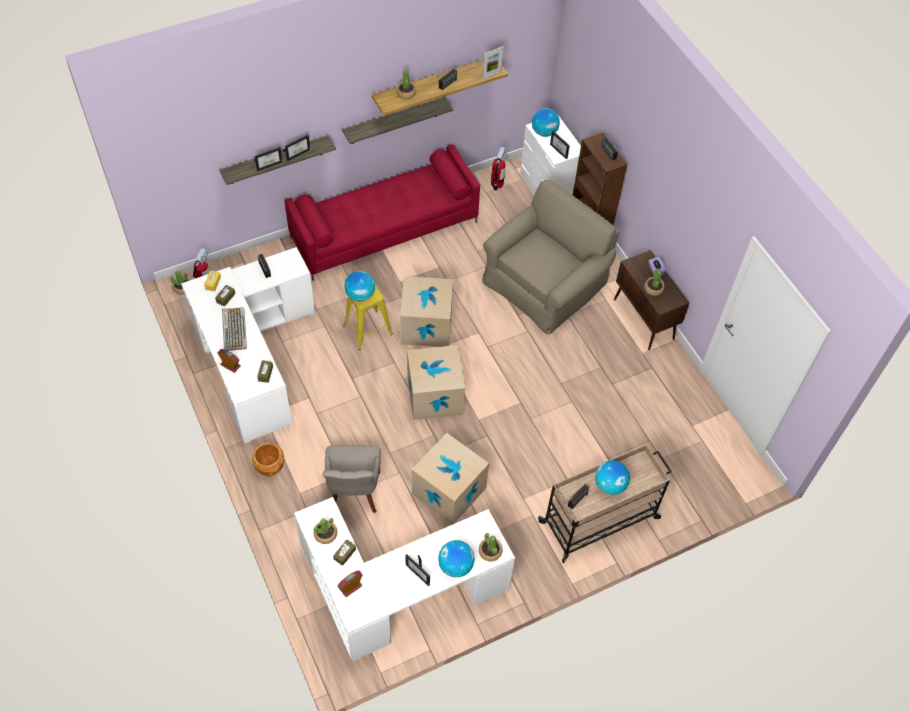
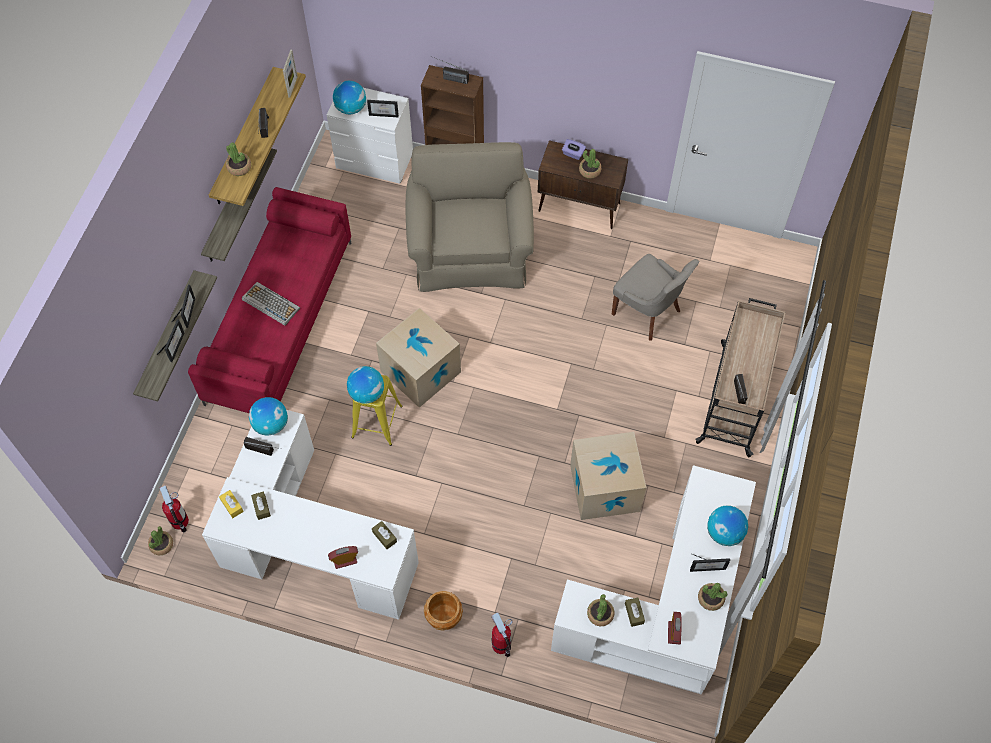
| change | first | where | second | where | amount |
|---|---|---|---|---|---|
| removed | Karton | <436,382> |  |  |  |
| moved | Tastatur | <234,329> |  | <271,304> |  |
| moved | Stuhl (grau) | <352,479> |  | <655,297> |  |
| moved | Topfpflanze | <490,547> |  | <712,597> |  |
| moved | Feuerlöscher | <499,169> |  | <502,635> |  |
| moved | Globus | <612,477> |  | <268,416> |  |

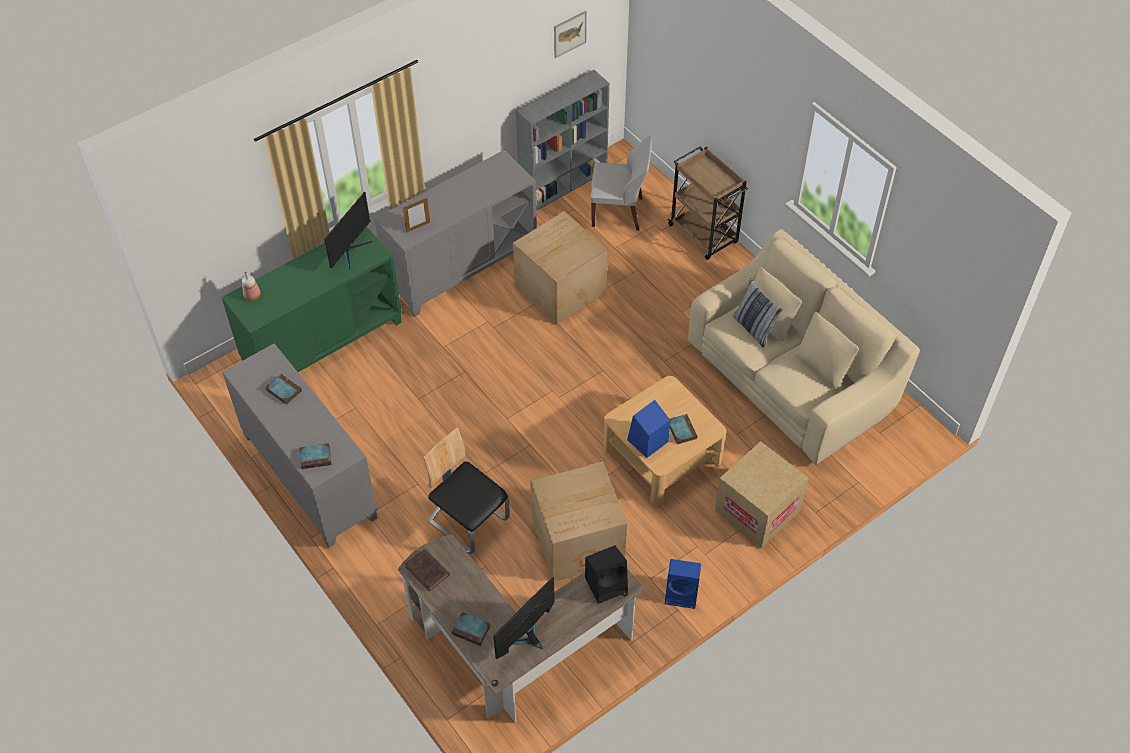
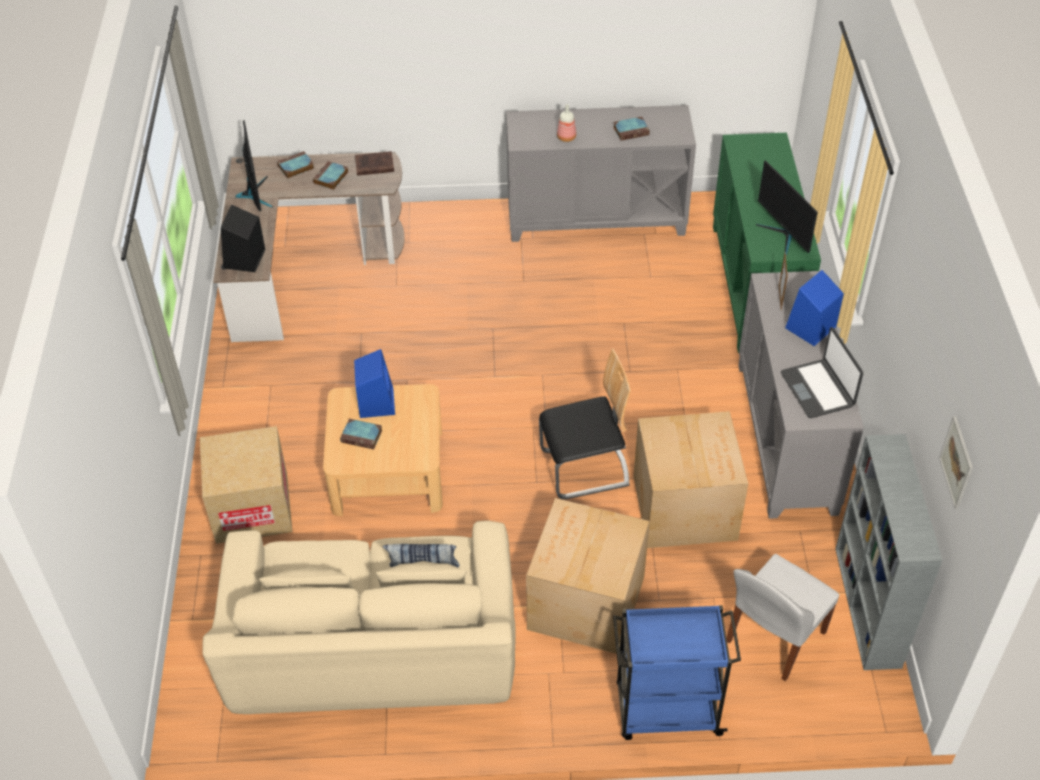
| change | first | where | second | where | amount |
|---|---|---|---|---|---|
| added |  |  | Laptop | <822,372> |  |
| moved | Flasche | <251,286> |  | <566,123> |  |
| moved | Buch | <315,456> |  | <330,175> |  |
| moved | Stuhl | <466,491> |  | <585,424> |  |
| moved | Karton | <578,522> |  | <588,576> |  |
| moved | Lautsprecher (blau) | <683,584> |  | <814,308> |  |
| recoloured | Rollwagen (braun) | <707,203> | Rollwagen (blau) | <677,672> |  |

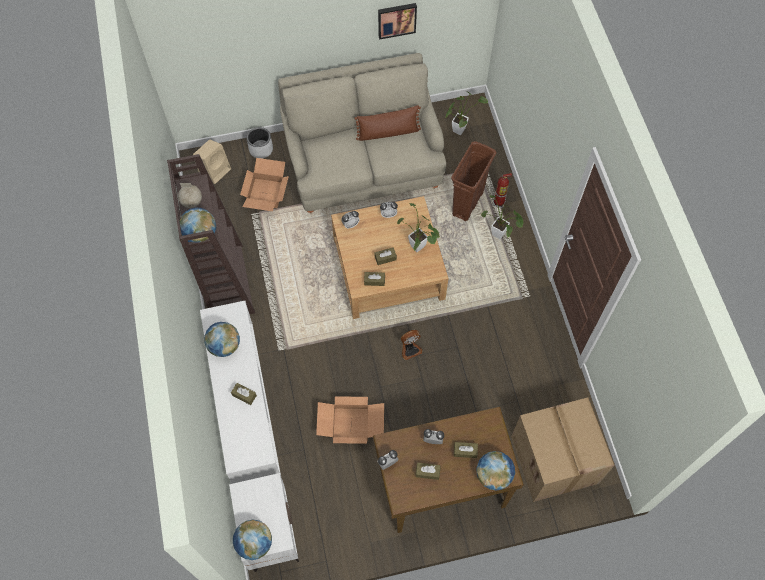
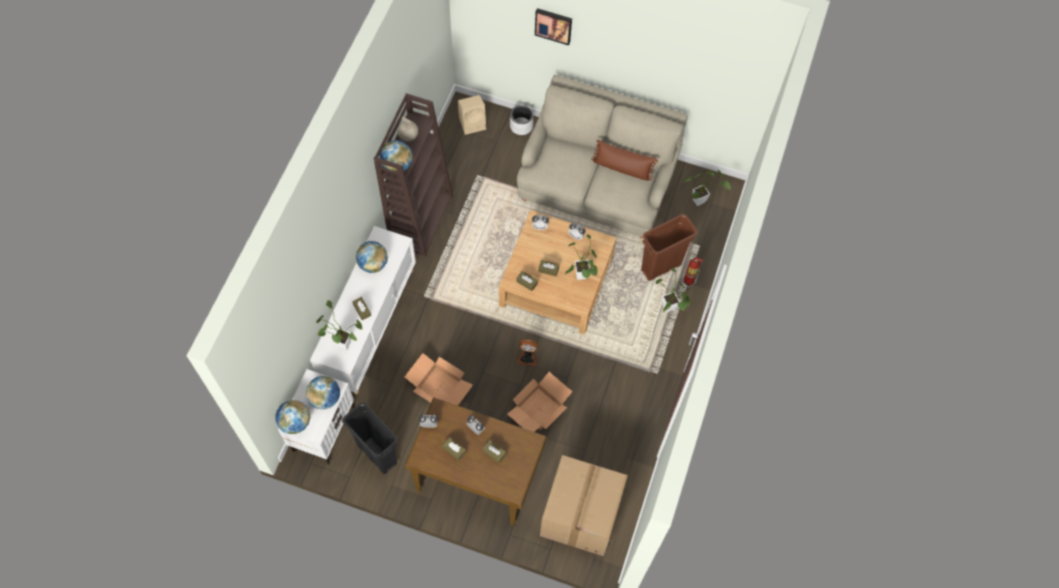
| change | first | where | second | where | amount |
|---|---|---|---|---|---|
| added |  |  | Topfpflanze | <339,325> |  |
| added |  |  | Mülleimer (schwarz) | <370,438> |  |
| moved | Karton | <264,184> |  | <539,402> |  |
| moved | Bild | <397,21> |  | <553,26> |  |
| moved | Globus | <496,470> |  | <323,392> |  |

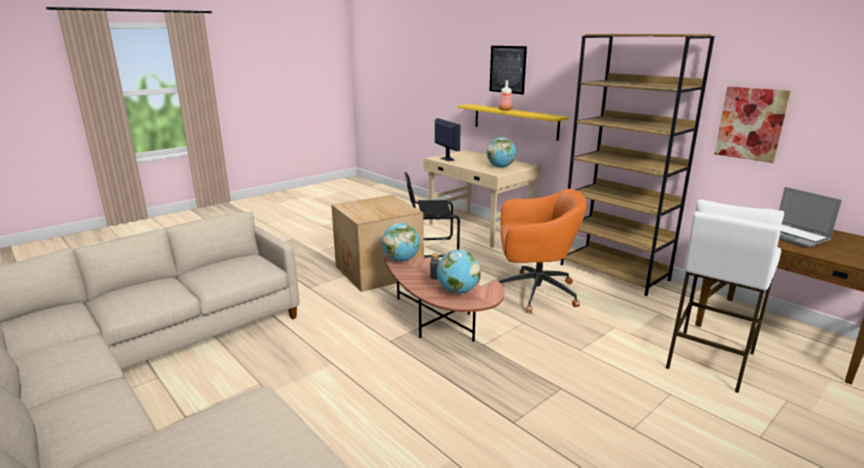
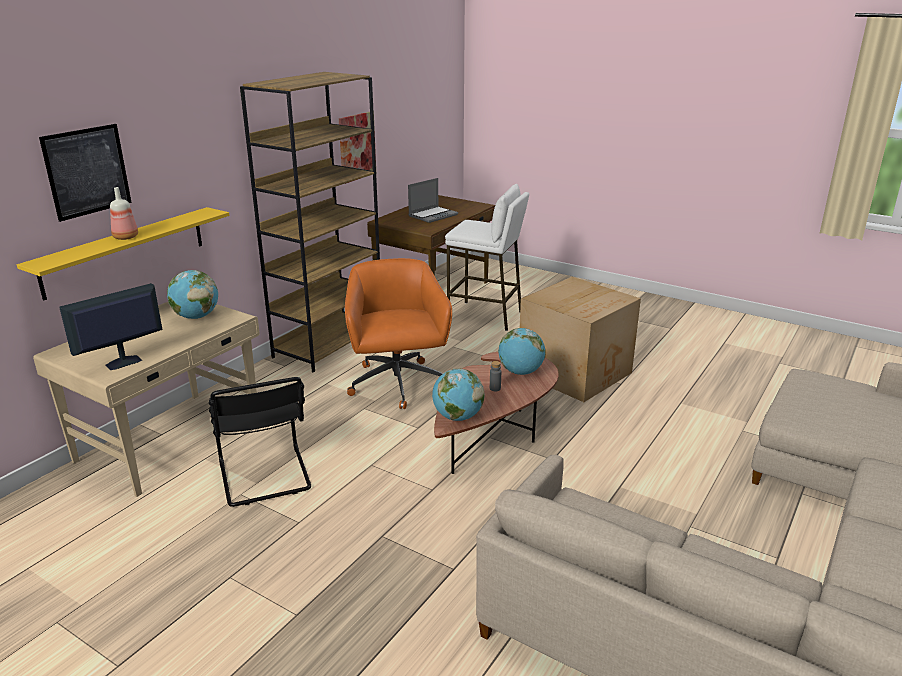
| change | first | where | second | where | amount |
|---|---|---|---|---|---|
| moved | Karton | <377,243> |  | <580,339> |  |

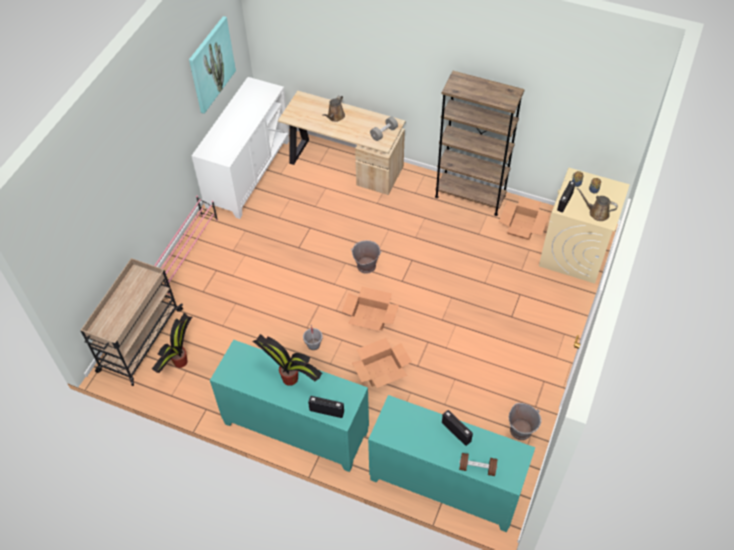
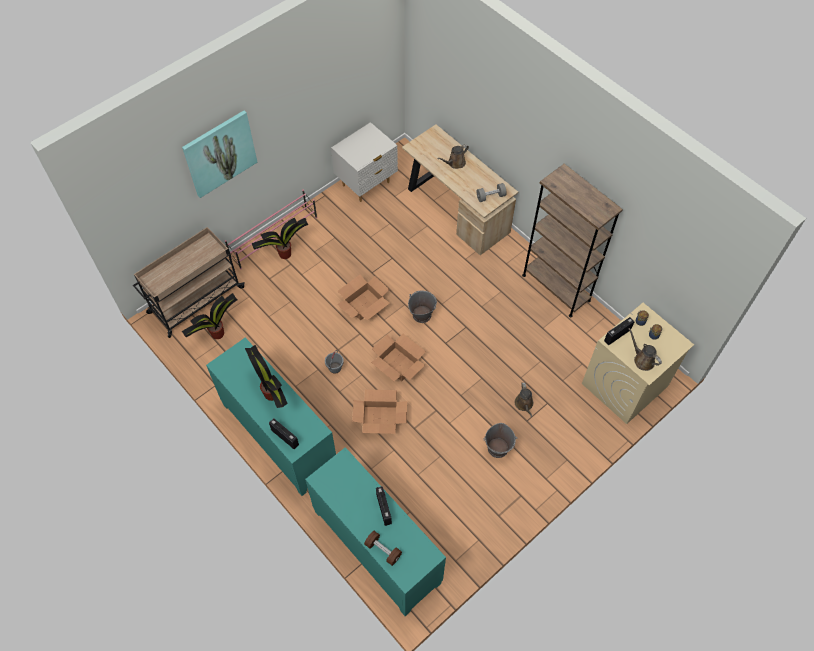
| change | first | where | second | where | amount |
|---|---|---|---|---|---|
| added |  |  | Topfpflanze | <280,238> |  |
| added |  |  | Gießkanne (braun) | <524,399> |  |
| moved | Bild | <212,65> |  | <219,154> |  |
| moved | Karton | <524,218> |  | <364,297> |  |
| moved | Eimer (grau) | <525,421> |  | <500,440> |  |
| replaced | Schrank (weiß) | <240,148> | Nachttisch (weiß) | <364,162> |  |

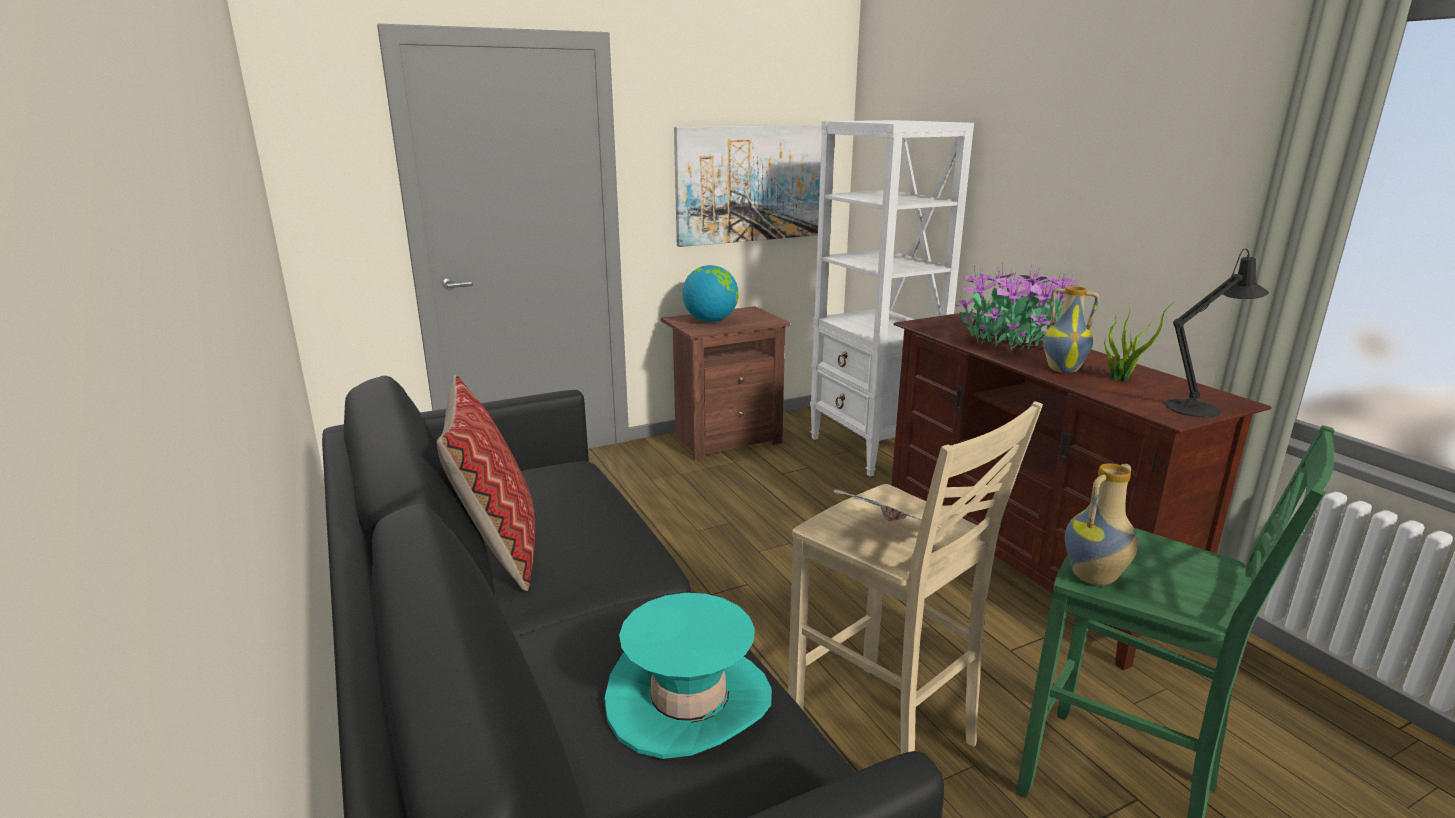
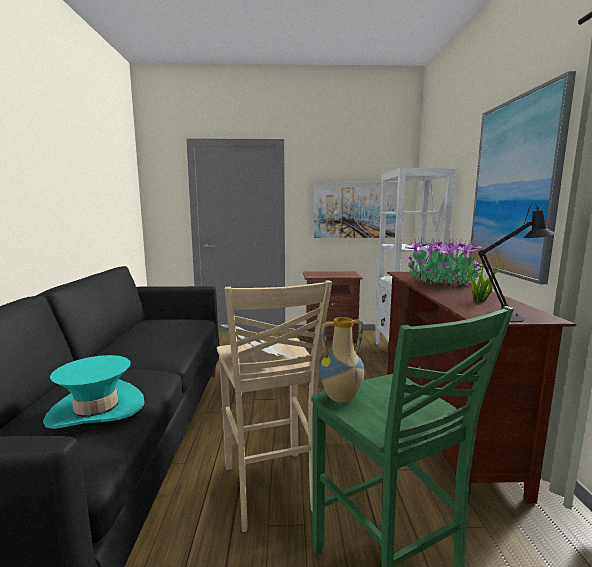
| change | first | where | second | where | amount |
|---|---|---|---|---|---|
| removed | Kissen | <485,483> |  |  |  |
| removed | Globus | <710,293> |  |  |  |
| removed | Vase | <1071,329> |  |  |  |
| added |  |  | Bild | <523,177> |  |

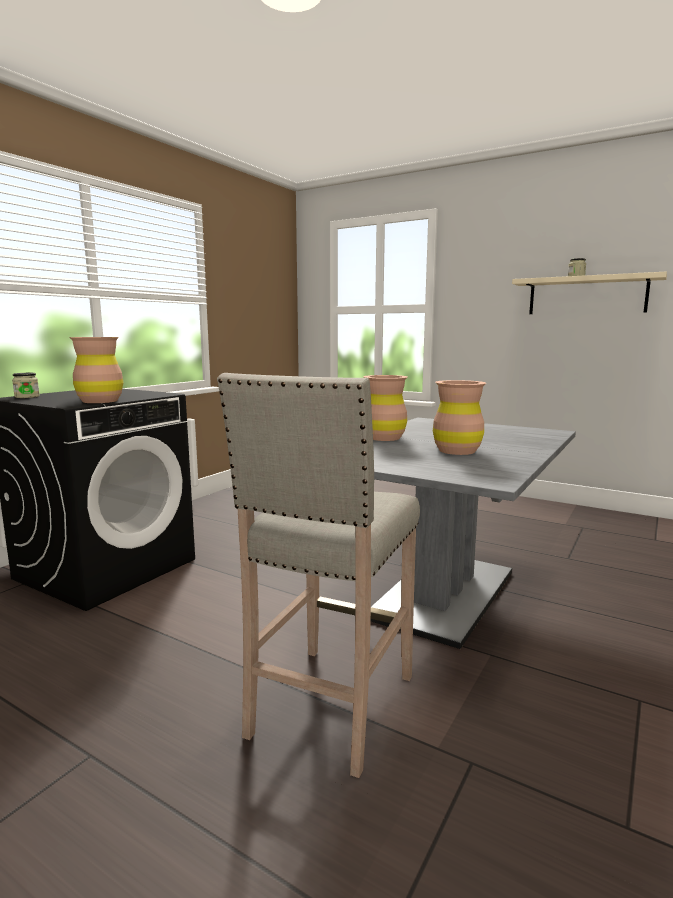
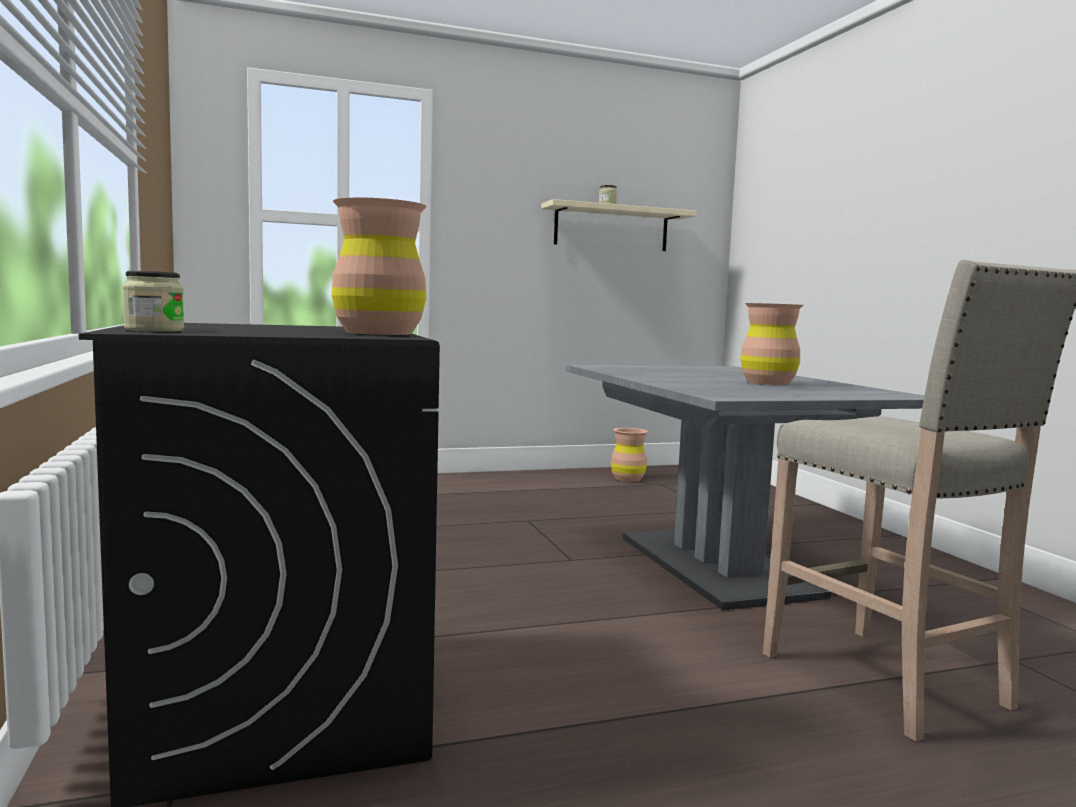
| change | first | where | second | where | amount |
|---|---|---|---|---|---|
| moved | Vase (braun) | <385,408> |  | <629,455> |  |

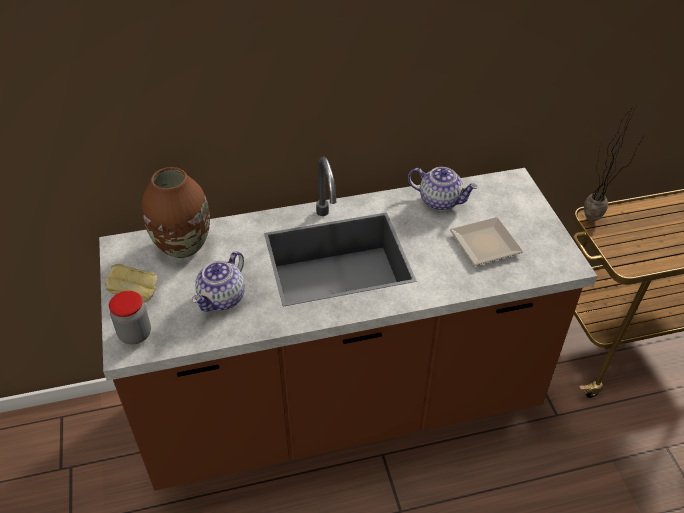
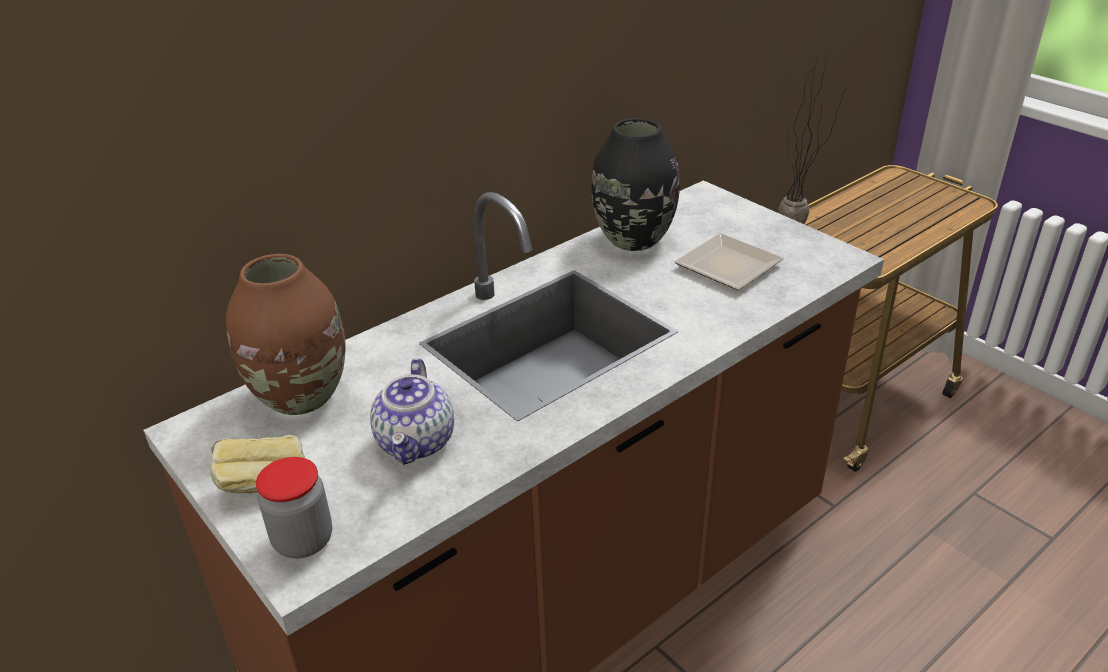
| change | first | where | second | where | amount |
|---|---|---|---|---|---|
| replaced | Teekanne | <443,189> | Vase (schwarz) | <635,184> |  |

